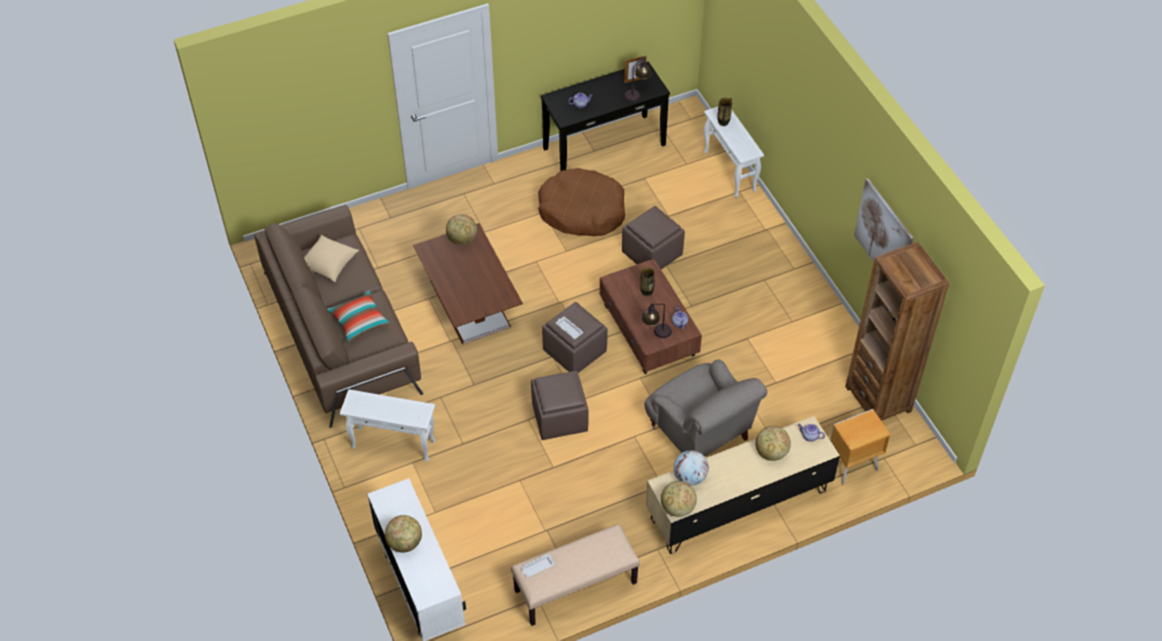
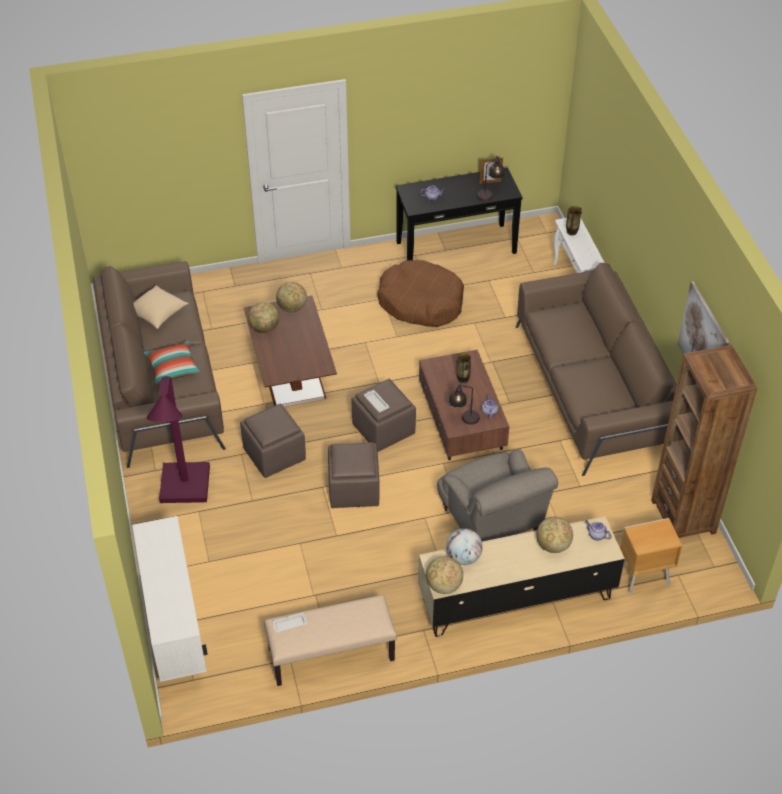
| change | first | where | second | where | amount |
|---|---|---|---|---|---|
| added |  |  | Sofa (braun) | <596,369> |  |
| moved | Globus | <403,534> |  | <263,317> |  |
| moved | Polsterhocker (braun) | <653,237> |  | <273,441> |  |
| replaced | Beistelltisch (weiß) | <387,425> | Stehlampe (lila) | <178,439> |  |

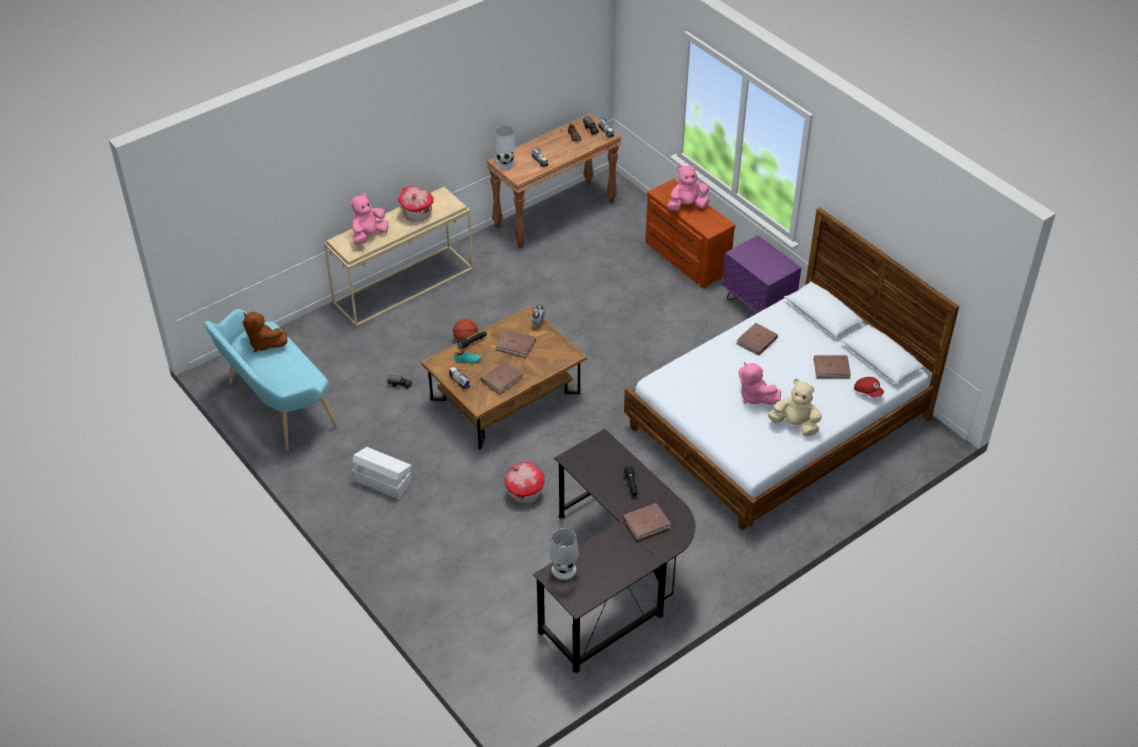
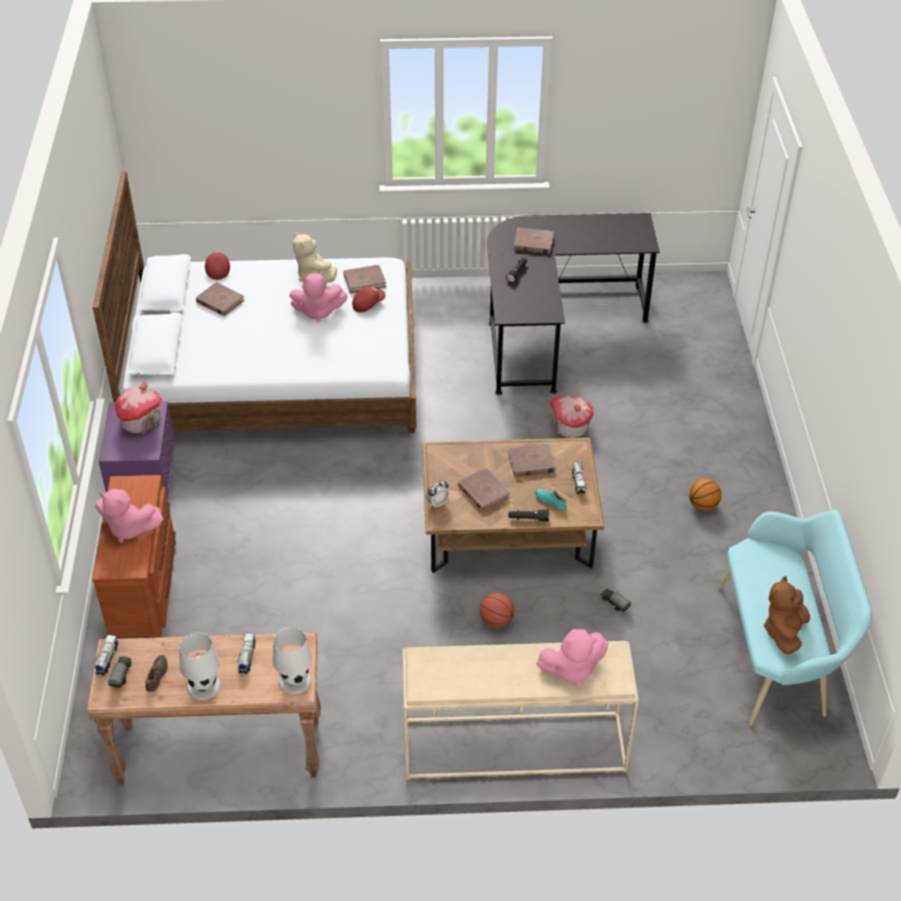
| change | first | where | second | where | amount |
|---|---|---|---|---|---|
| added |  |  | Kappe (rot) | <368,300> |  |
| moved | Spielzeughaus | <416,203> |  | <138,408> |  |
| moved | Tischlampe (weiß) | <564,554> |  | <200,666> |  |
| moved | Buch (braun) | <757,339> |  | <364,279> |  |
| replaced | Aufbewahrungsbox (weiß) | <381,473> | Basketball | <705,494> |  |
| turned | Plüschtier (braun) | <265,332> |  | <787,615> | 135 degrees counterclockwise |
| turned | Plüschtier (rosa) | <760,383> |  | <318,297> | 90 degrees clockwise |

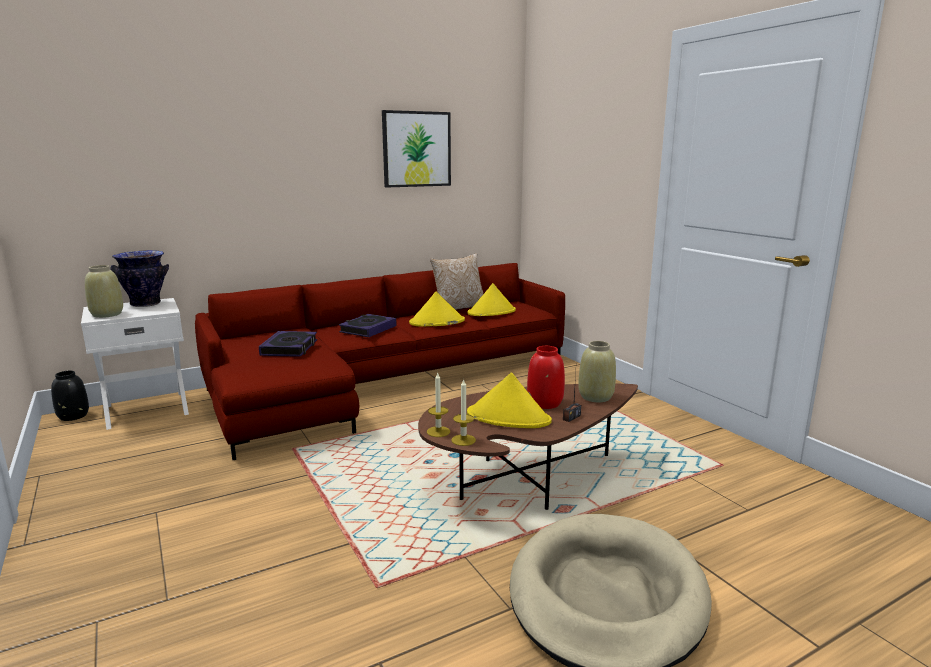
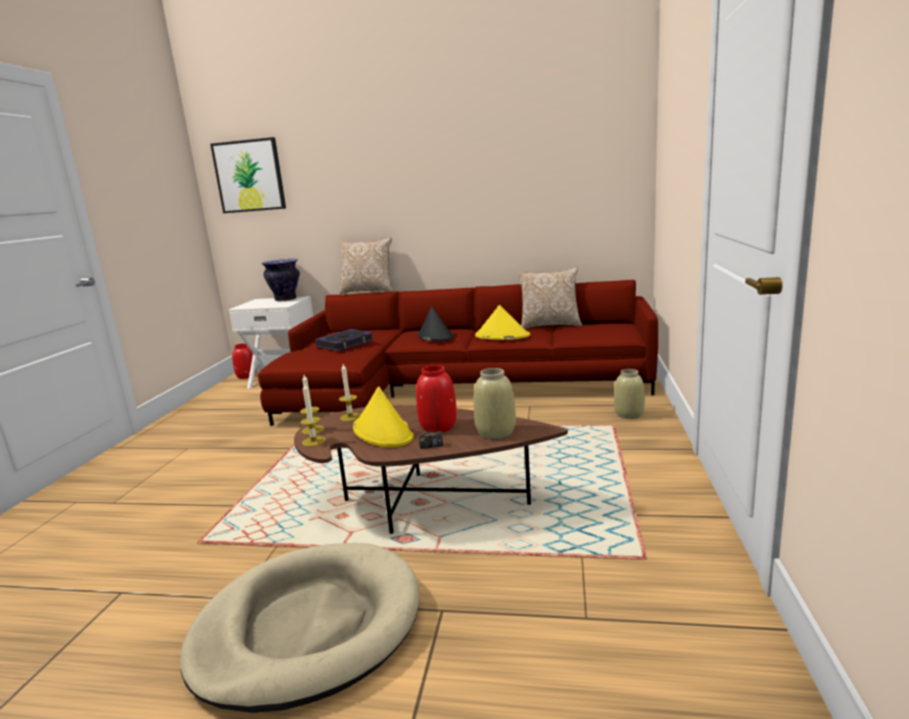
| change | first | where | second | where | amount |
|---|---|---|---|---|---|
| removed | Hut (gelb) | <492,299> |  |  |  |
| added |  |  | Kissen | <365,266> |  |
| added |  |  | Kerze | <350,393> |  |
| moved | Vase (beige) | <104,291> |  | <629,394> |  |
| moved | Bild | <416,149> |  | <248,175> |  |
| replaced | Buch | <367,325> | Hut (schwarz) | <435,323> |  |
| recoloured | Vase (schwarz) | <70,396> | Vase (rot) | <244,361> |  |

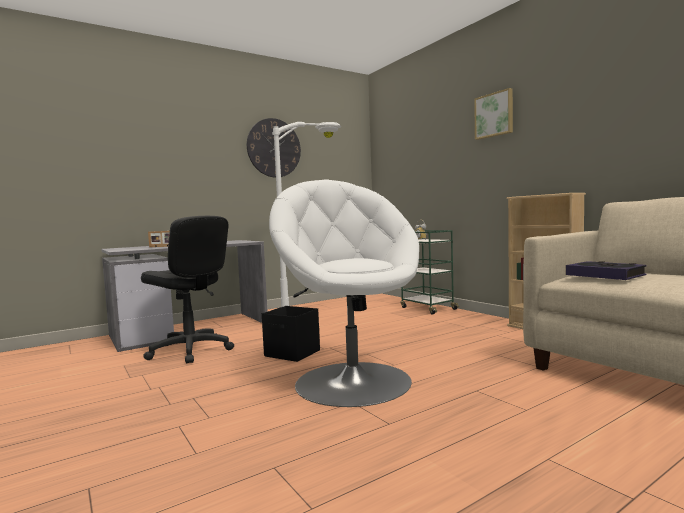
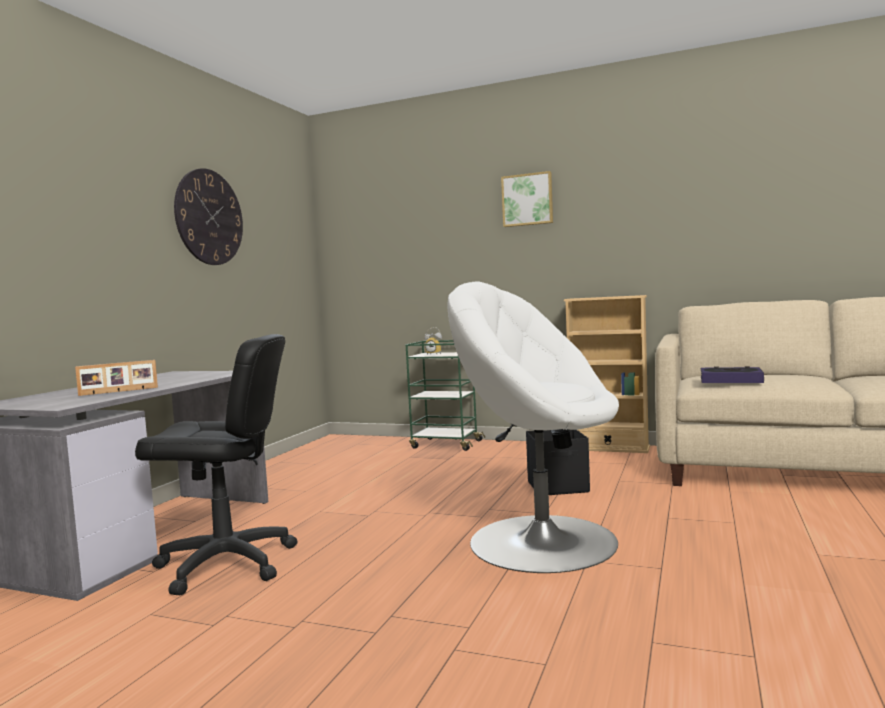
| change | first | where | second | where | amount |
|---|---|---|---|---|---|
| removed | Stehlampe (weiß) | <306,214> |  |  |  |
| moved | Aufbewahrungsbox (schwarz) | <291,334> |  | <558,462> |  |

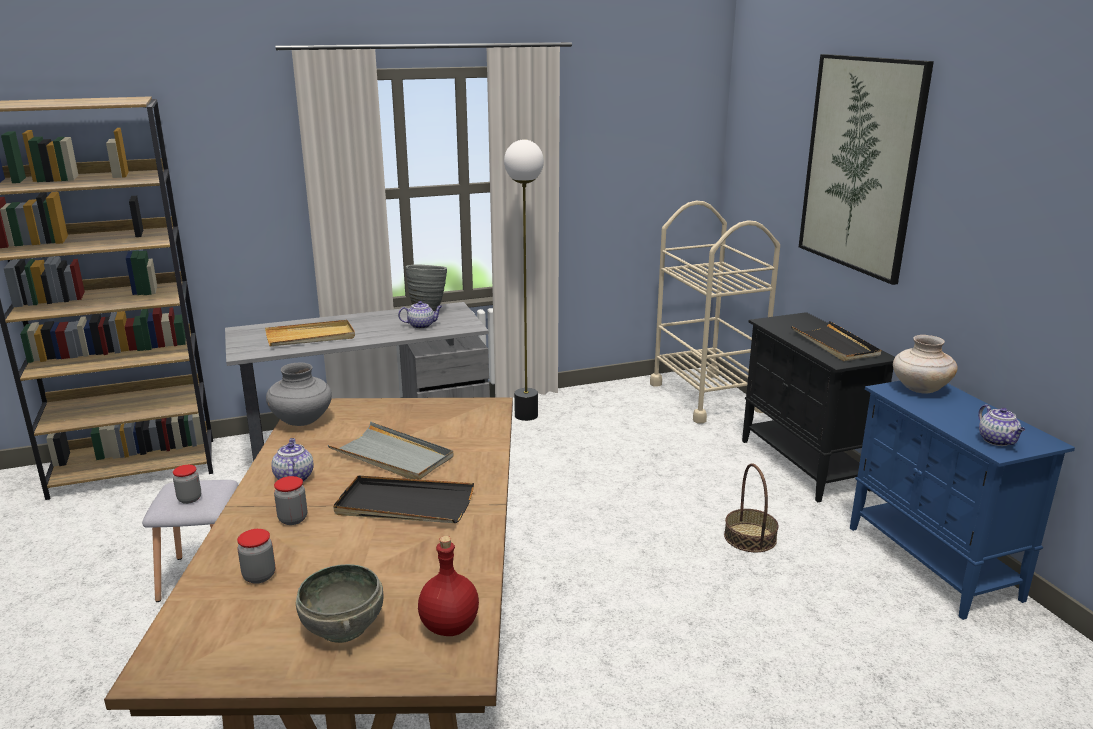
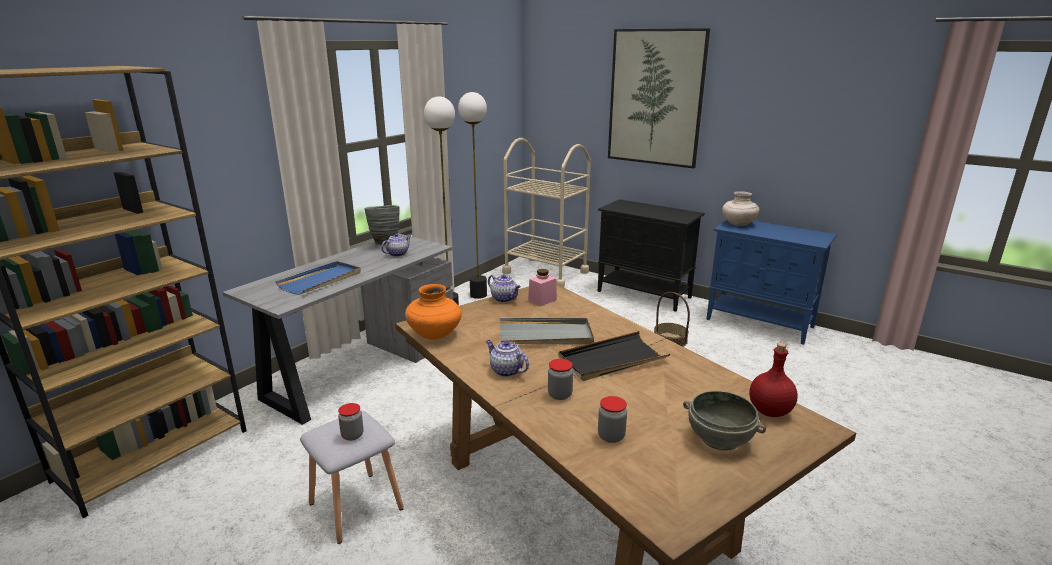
| change | first | where | second | where | amount |
|---|---|---|---|---|---|
| removed | Tablett (schwarz) | <836,341> |  |  |  |
| added |  |  | Stehlampe | <472,195> |  |
| added |  |  | Vorratsglas (rosa) | <542,287> |  |
| moved | Teekanne | <1001,425> |  | <504,288> |  |
| recoloured | Tablett (beige) | <310,333> | Tablett (blau) | <318,278> |  |
| recoloured | Vase (grau) | <299,394> | Vase (orange) | <433,312> |  |

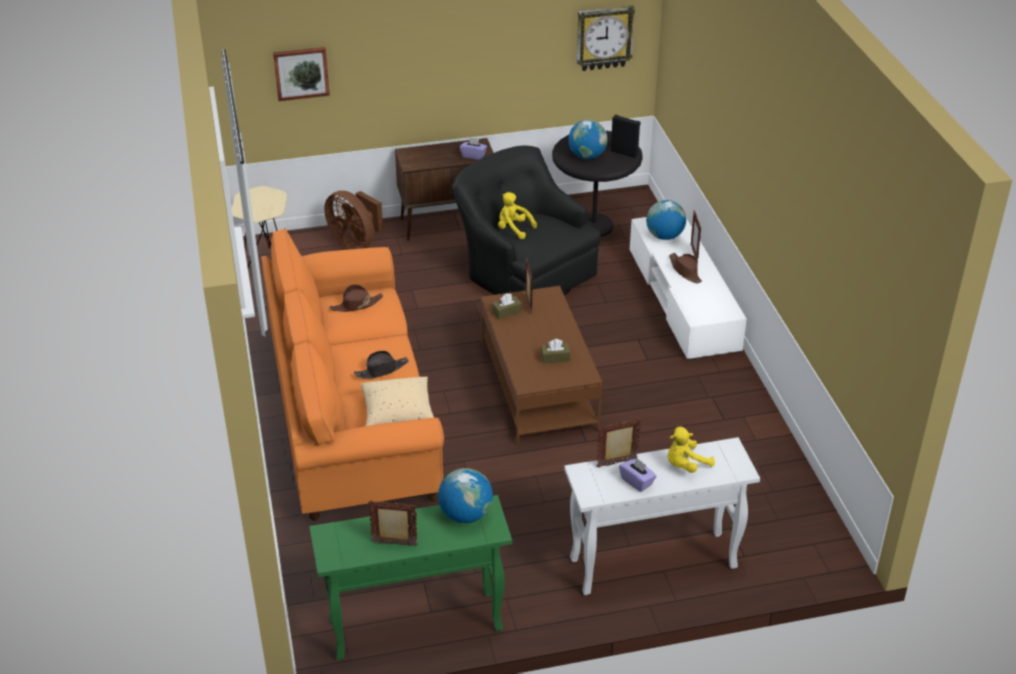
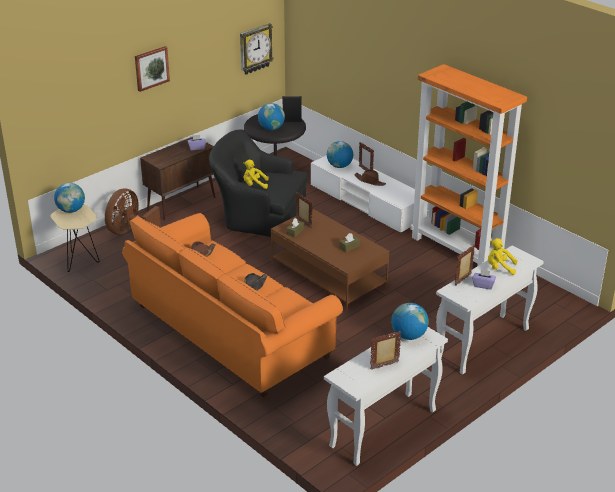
| change | first | where | second | where | amount |
|---|---|---|---|---|---|
| removed | Kissen (beige) | <397,401> |  |  |  |
| added |  |  | Globus | <69,198> |  |
| added |  |  | Bücherregal (orange) | <468,165> |  |
| moved | Bild | <301,74> |  | <152,69> |  |
| recoloured | Konsolentisch (grün) | <411,577> | Konsolentisch (weiß) | <386,396> |  |
| turned | Ventilator (braun) | <353,220> |  | <133,212> | 105 degrees clockwise |
| turned | Plüschtier (gelb) | <691,450> |  | <502,256> | 75 degrees clockwise |

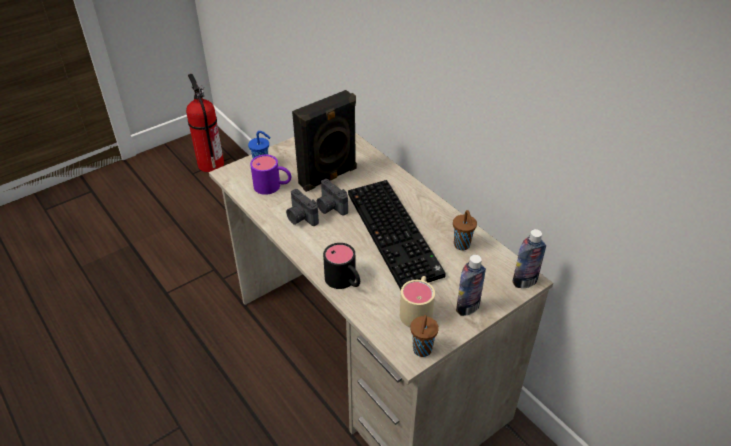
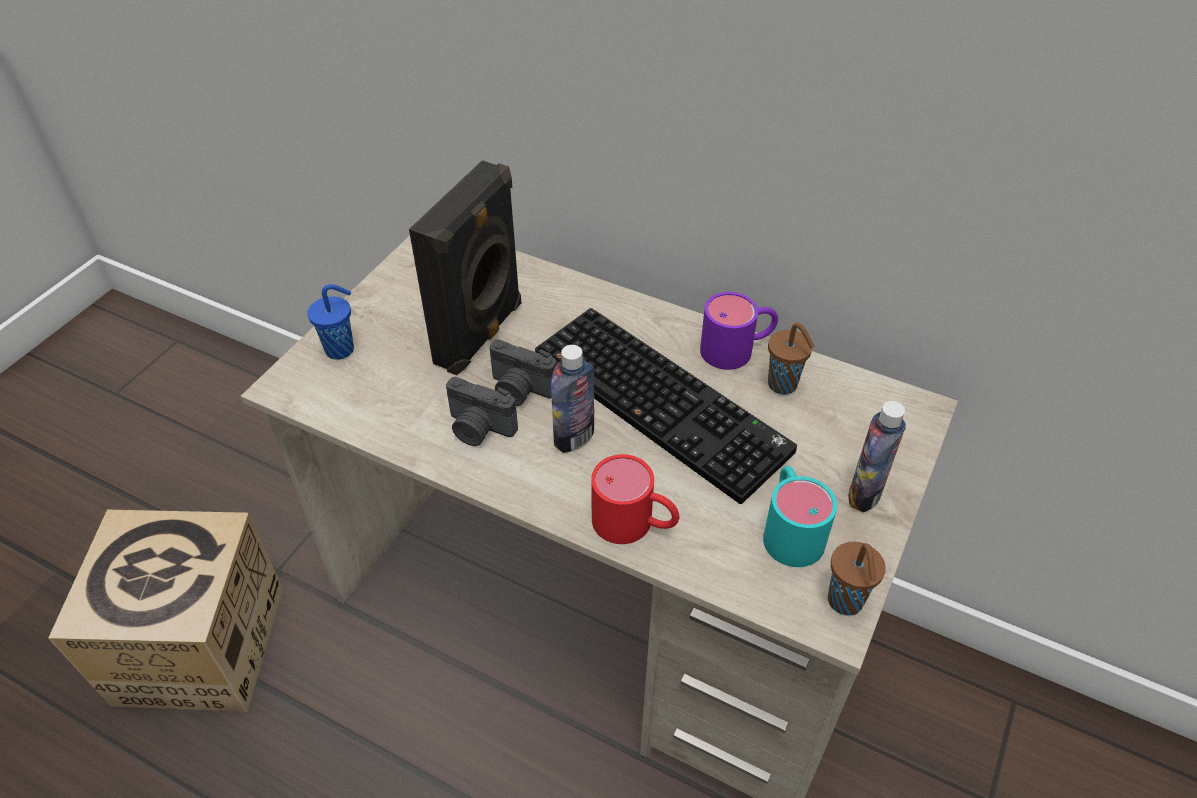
| change | first | where | second | where | amount |
|---|---|---|---|---|---|
| removed | Feuerlöscher | <205,123> |  |  |  |
| added |  |  | Karton | <165,611> |  |
| moved | Henkelbecher (lila) | <270,175> |  | <739,331> |  |
| moved | Flasche | <529,258> |  | <572,399> |  |
| recoloured | Henkelbecher (schwarz) | <341,266> | Henkelbecher (rot) | <635,499> |  |
| recoloured | Henkelbecher (beige) | <417,301> | Henkelbecher (türkis) | <800,516> |  |

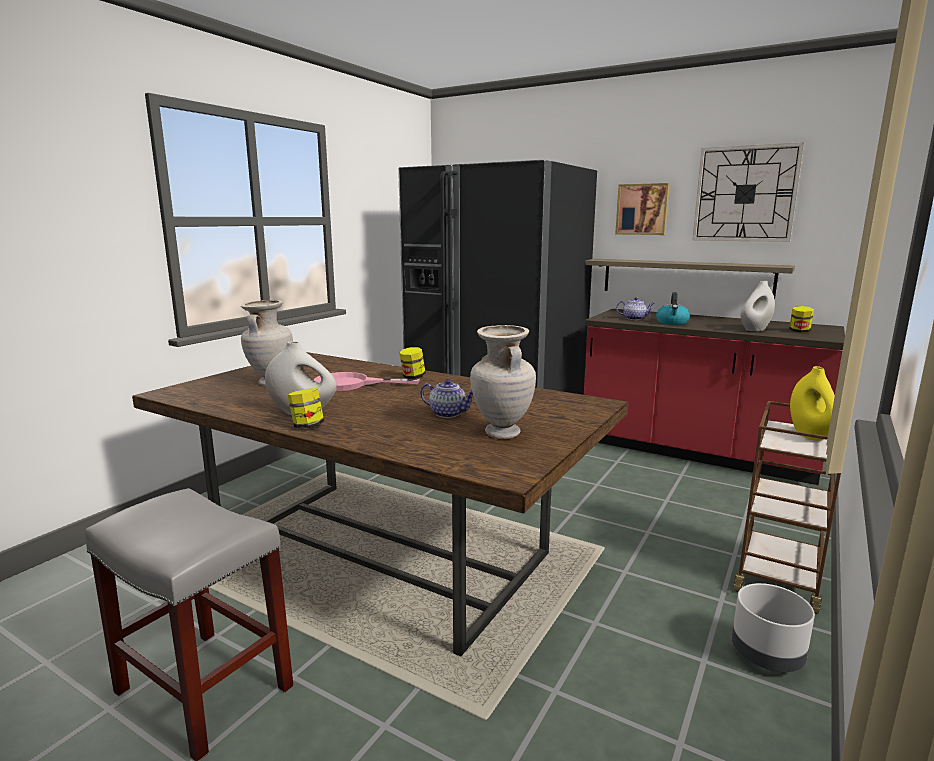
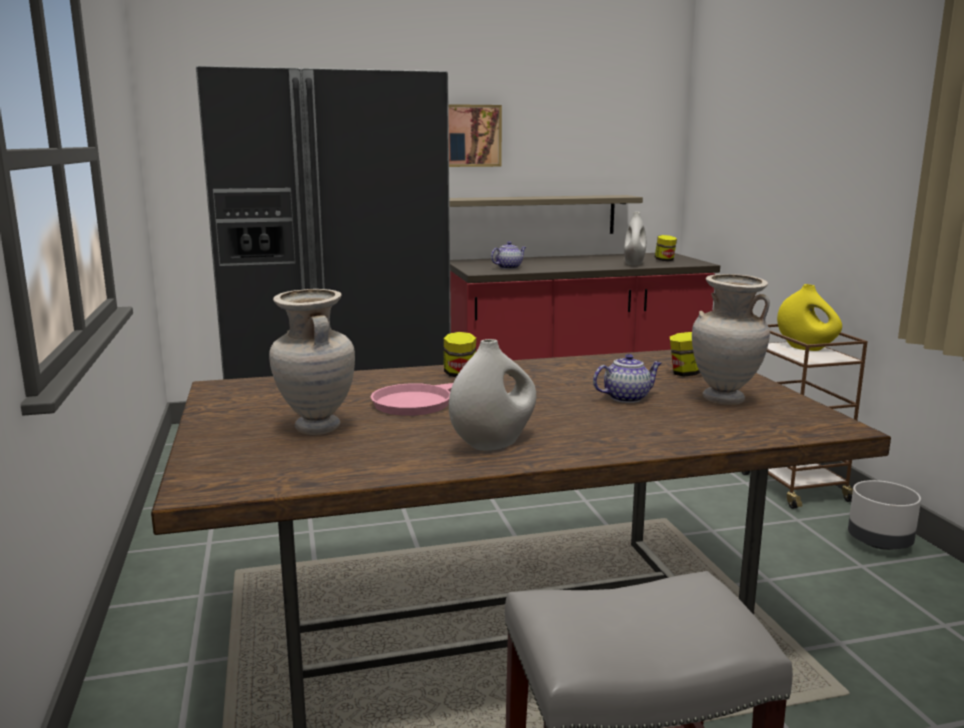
| change | first | where | second | where | amount |
|---|---|---|---|---|---|
| removed | Wasserkessel | <673,308> |  |  |  |
| removed | Wanduhr | <748,192> |  |  |  |
| moved | Vorratsglas | <305,408> |  | <685,354> |  |

